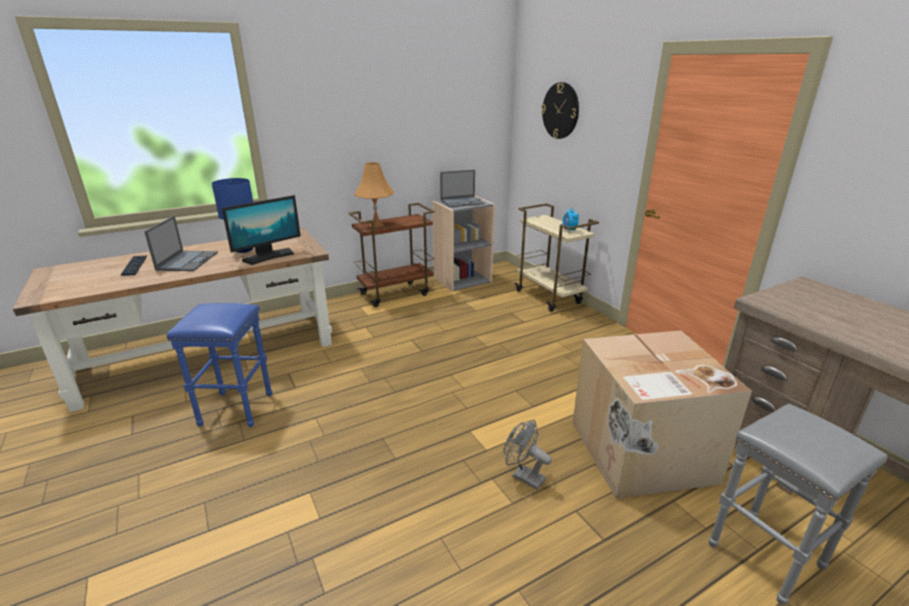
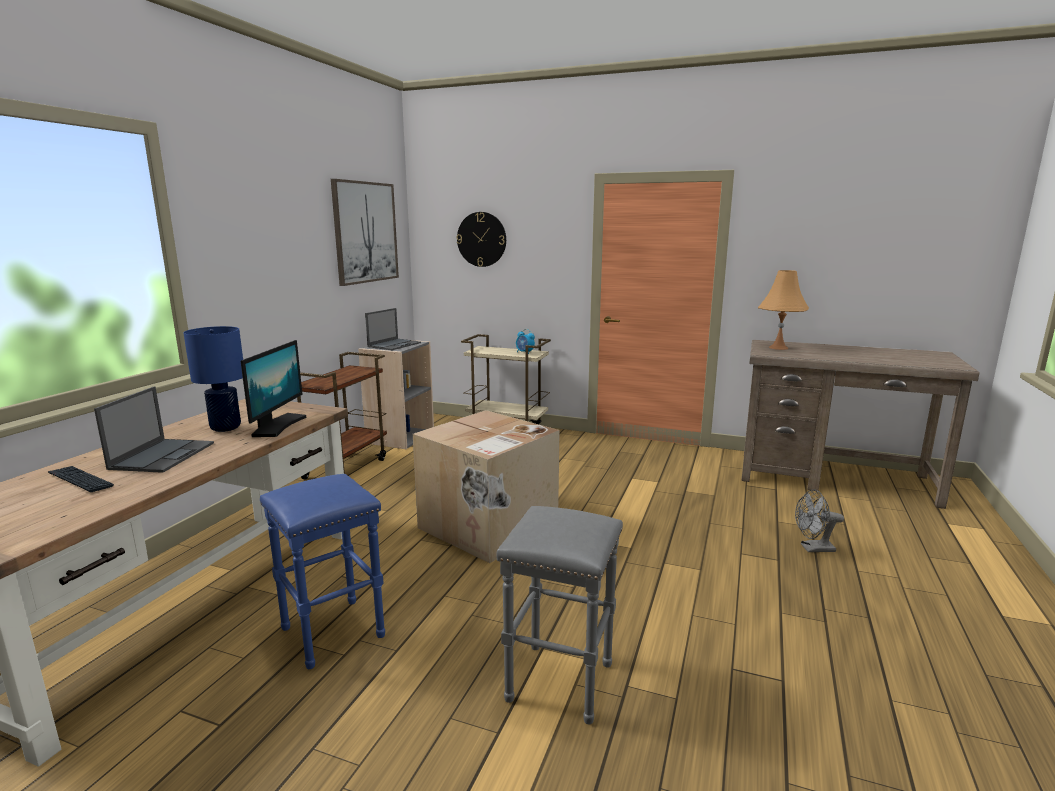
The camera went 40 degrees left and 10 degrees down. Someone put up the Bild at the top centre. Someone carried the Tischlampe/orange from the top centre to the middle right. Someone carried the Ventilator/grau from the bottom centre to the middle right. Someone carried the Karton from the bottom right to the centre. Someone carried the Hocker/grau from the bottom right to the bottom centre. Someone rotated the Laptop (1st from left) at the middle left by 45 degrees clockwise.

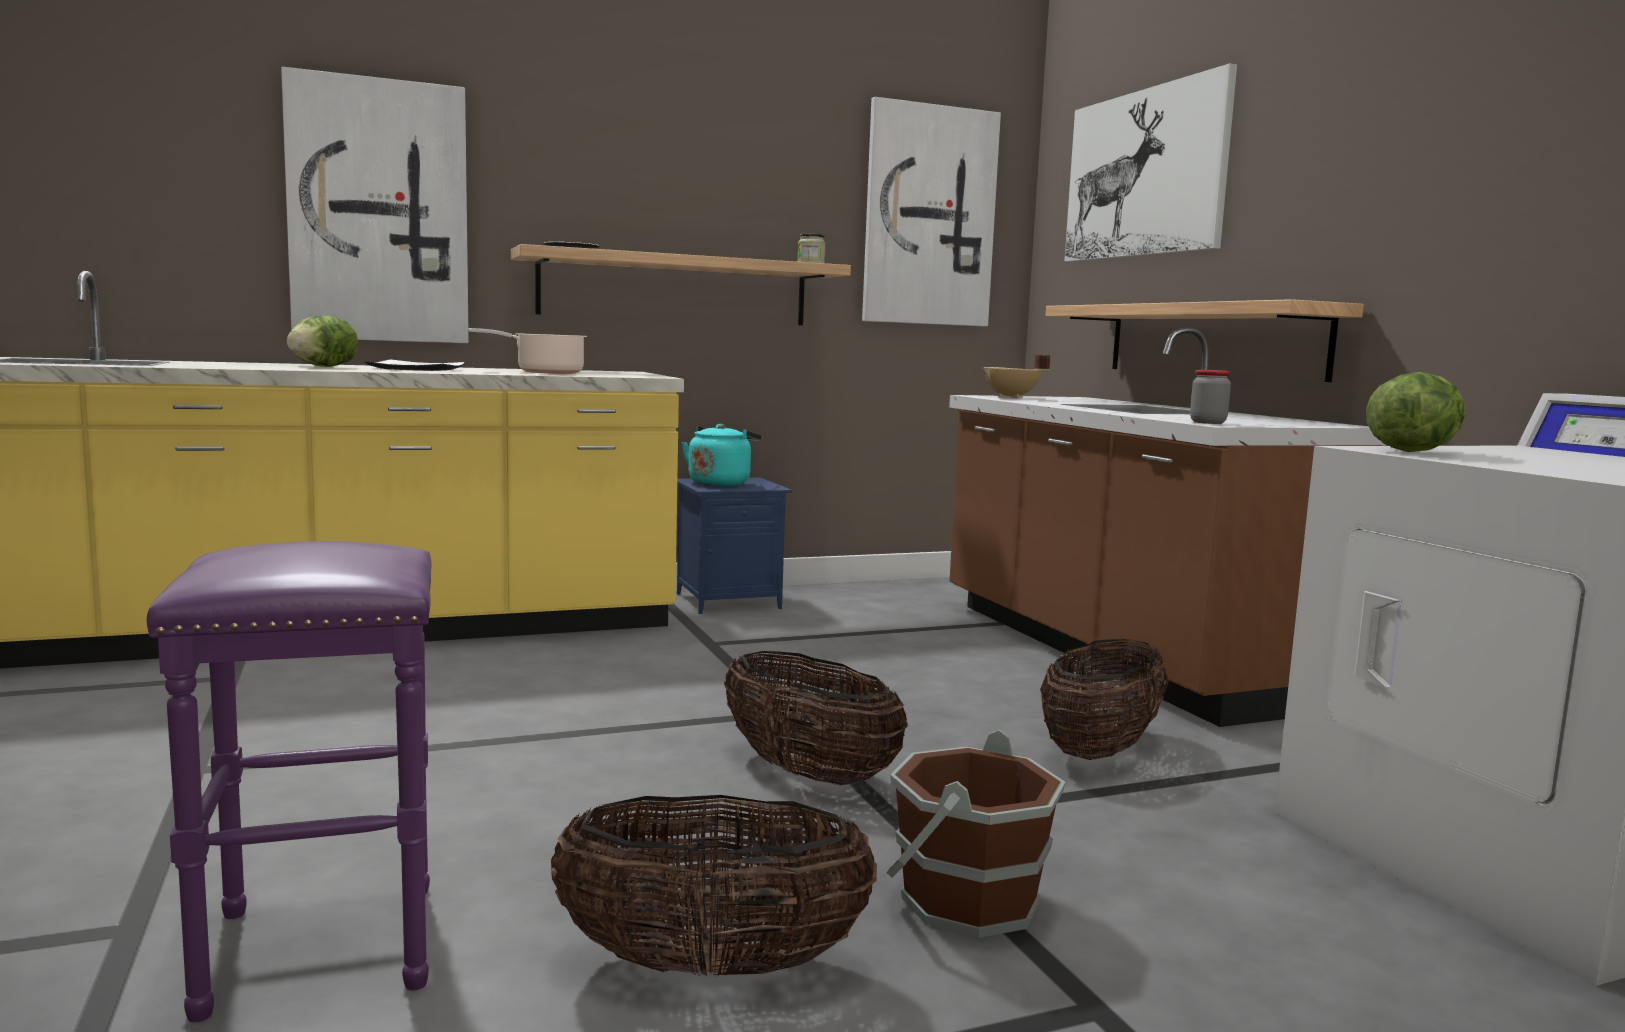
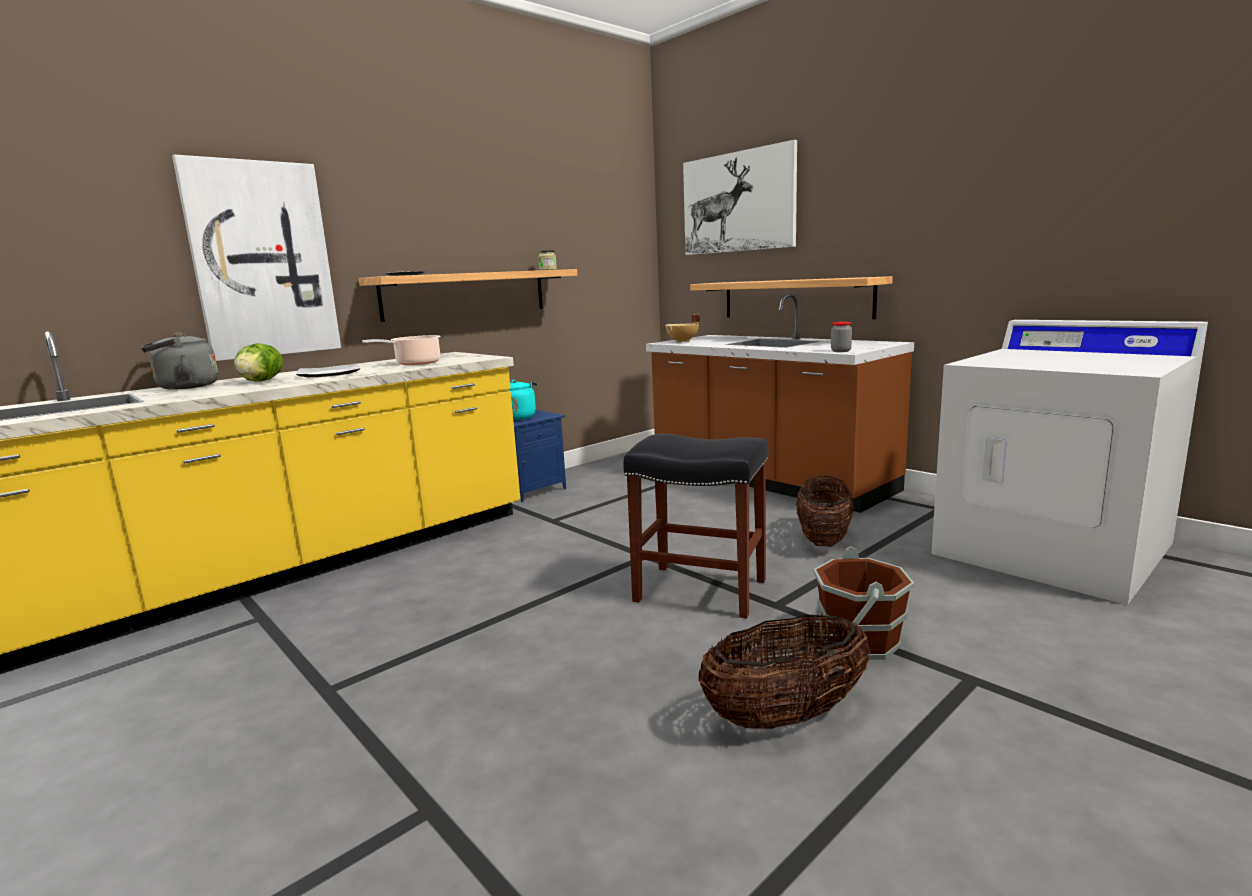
The camera went 20 degrees left and 5 degrees up. Someone took away the Hocker/lila at the bottom left. Someone took away the Bild (2nd from left) at the top centre. Someone took away the Salatkopf (2nd from left) at the middle right. Someone put down the Wasserkessel/grau at the middle left. Someone swapped the Korb (2nd from left) at the bottom centre for the Hocker/schwarz at the centre.

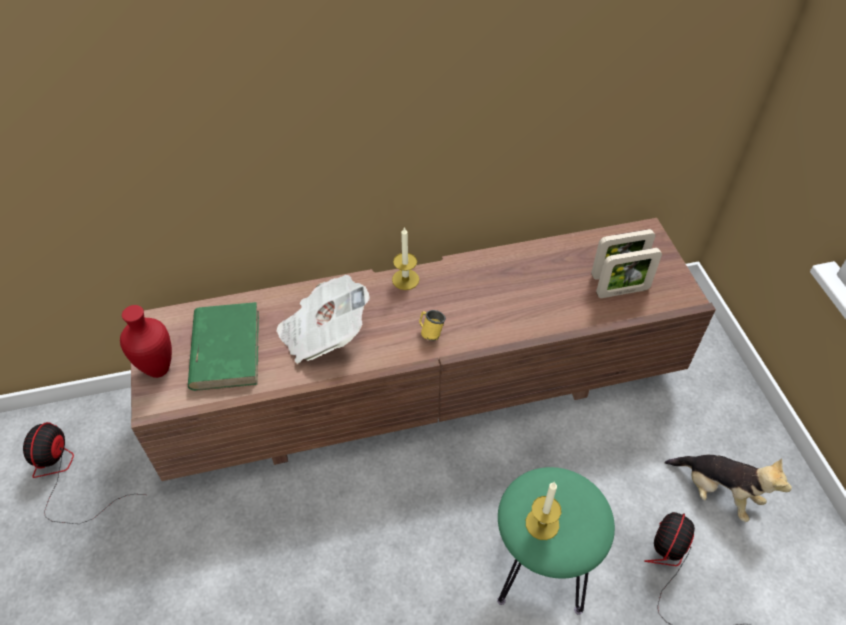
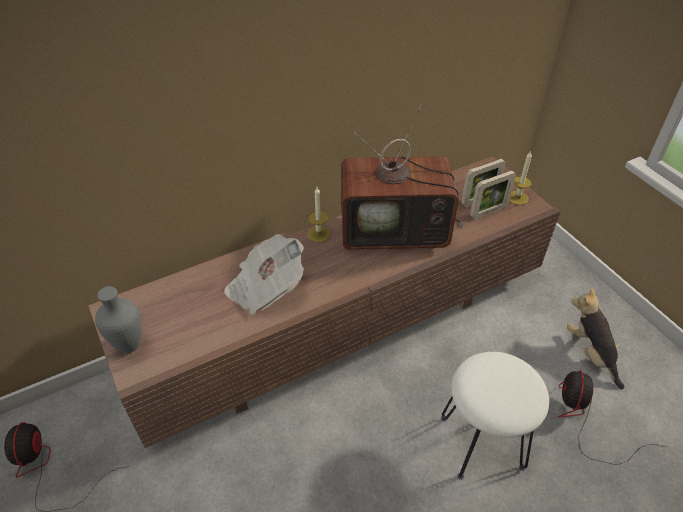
The camera went 15 degrees left and 5 degrees down. Someone took away the Buch/grün at the middle left. Someone took away the Henkelbecher/gelb at the centre. Someone put down the Fernseher at the centre. Someone carried the Kerze (2nd from left) from the bottom centre to the middle right. Someone repainted the Vase/rot at the middle left, which became the Vase/grau at the middle left. Someone repainted the Hocker/grün at the bottom centre, which became the Hocker/weiß at the bottom right. Someone rotated the Plüschtier at the bottom right by 135 degrees counterclockwise.

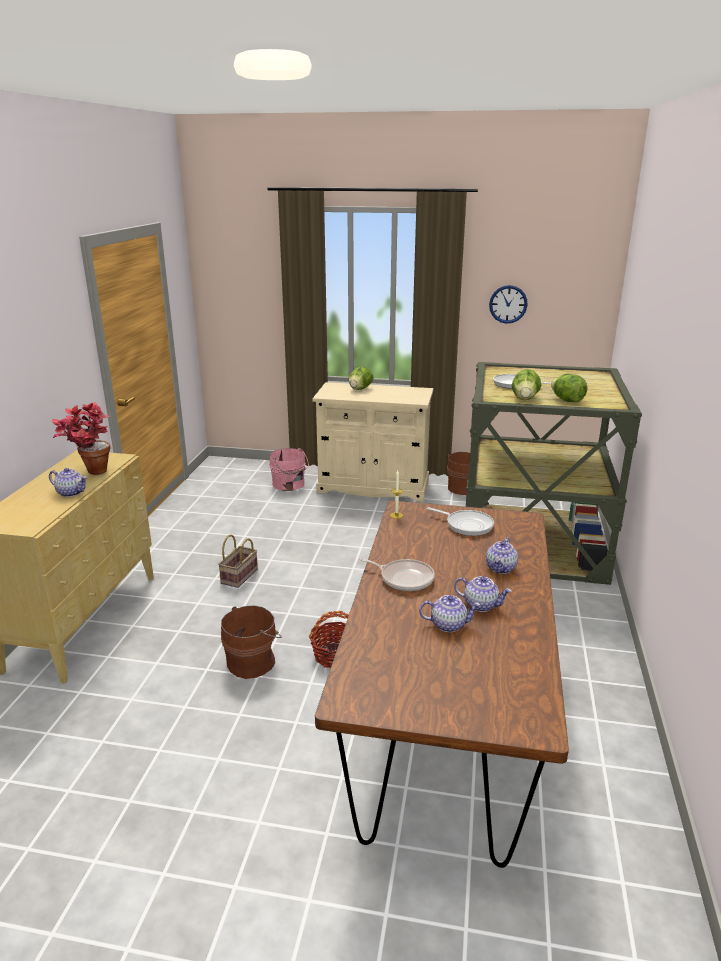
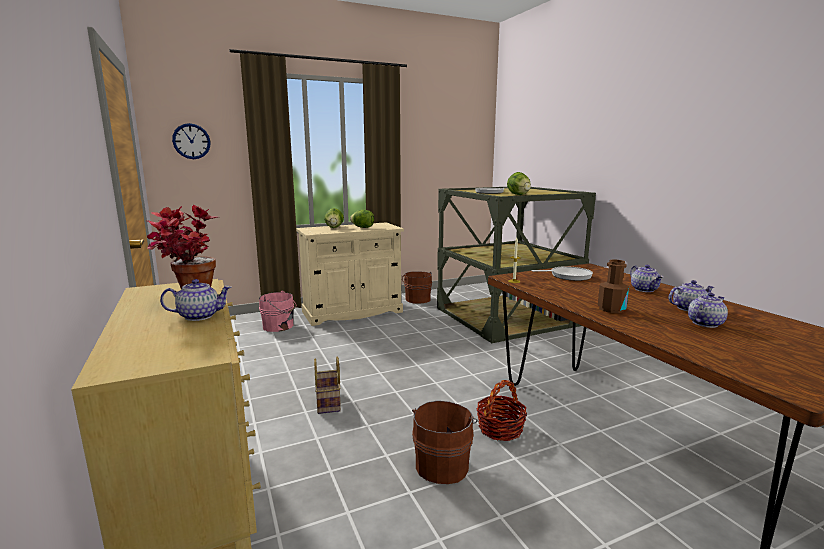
The camera went 35 degrees left and 10 degrees down. Someone carried the Wanduhr from the top right to the top left. Someone carried the Salatkopf (3rd from left in the first image) from the middle right to the centre. Someone swapped the Pfanne (1st from left) at the centre for the Flasche/braun at the middle right.

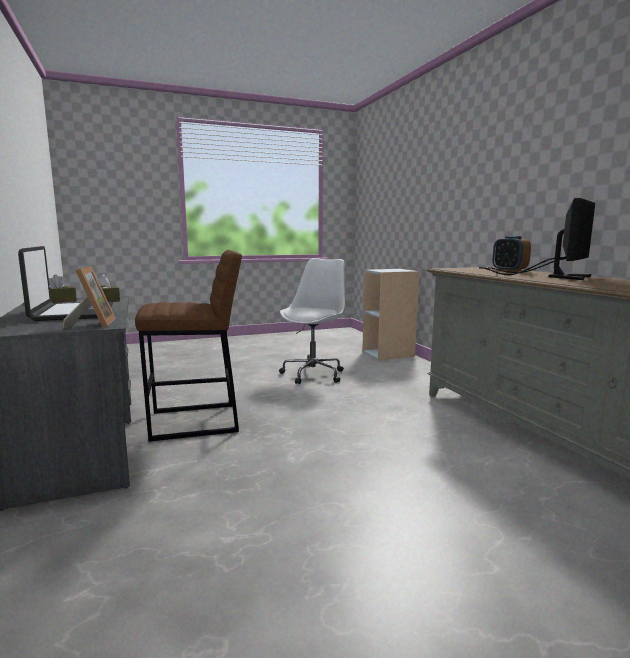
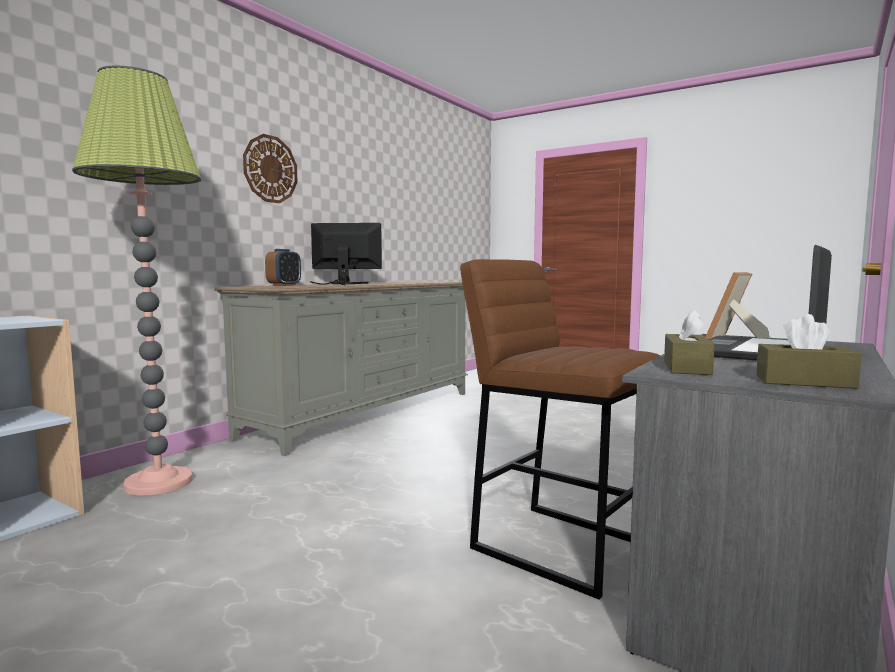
The camera went 125 degrees left and 5 degrees down. Someone took away the Bürostuhl/weiß at the centre. Someone put down the Stehlampe at the middle left. Someone put up the Wanduhr at the top left.

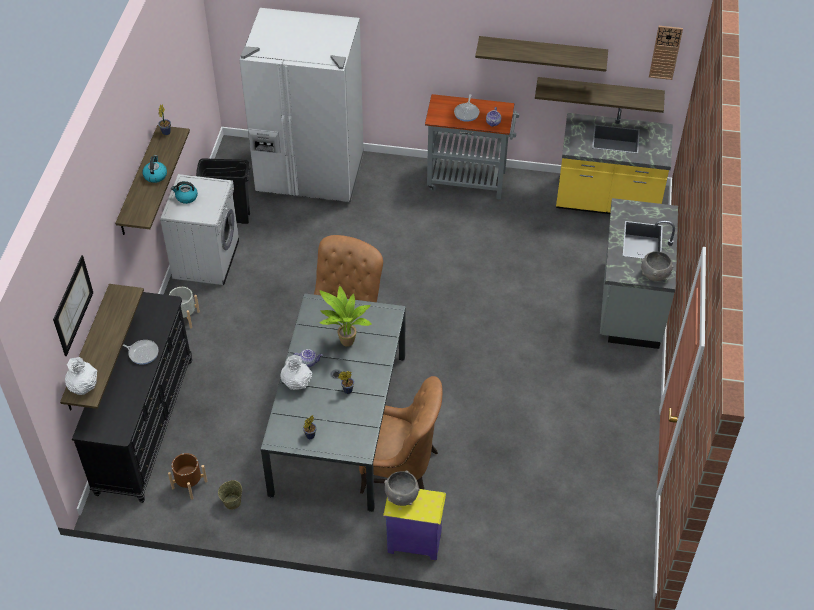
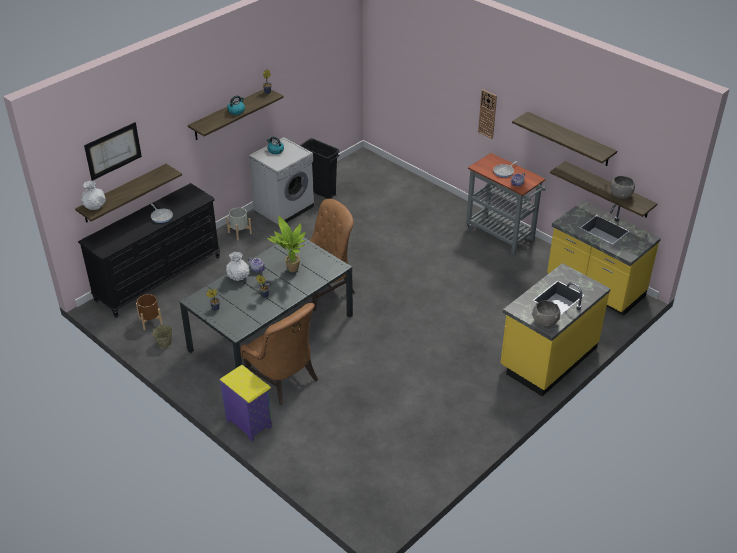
The camera went 35 degrees right and 10 degrees down. Someone took away the Kühlschrank/weiß at the top centre. Someone carried the Schüssel/grau (1st from left in the first image) from the bottom centre to the middle right. Someone carried the Wanduhr from the top right to the top centre. Someone repainted the Küchenzeile/grau at the middle right, which became the Küchenzeile/gelb (1st from left) at the middle right.

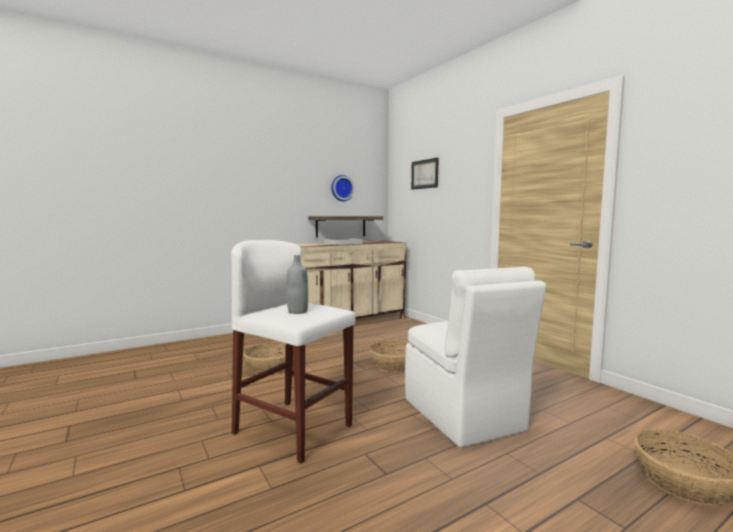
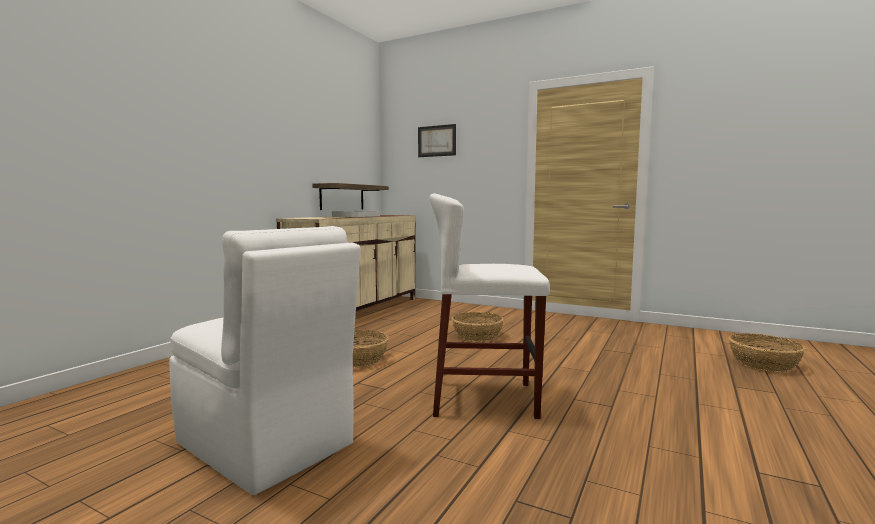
The camera went 30 degrees left and 0 degrees up. Someone took away the Flasche/grau at the centre. Someone took away the Wanduhr at the centre. Someone carried the Stuhl/weiß from the bottom centre to the bottom left.

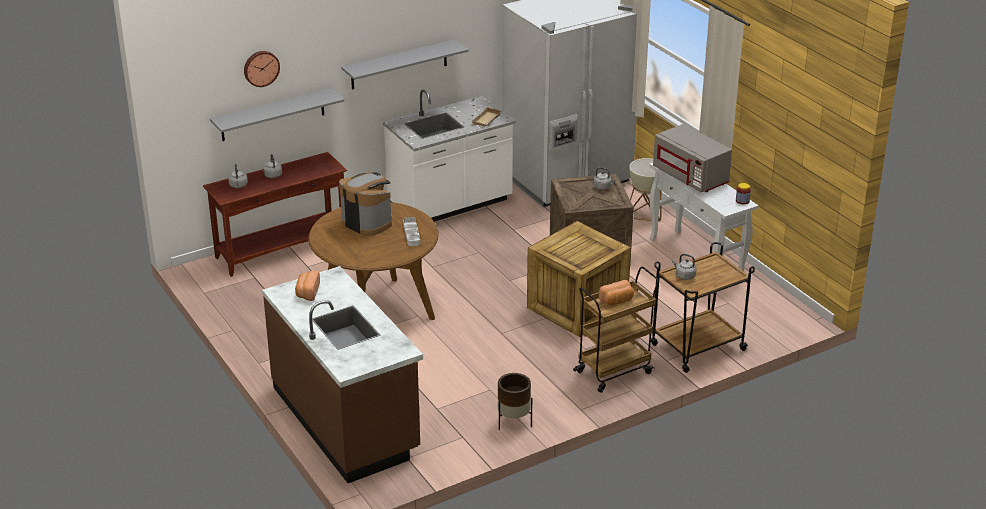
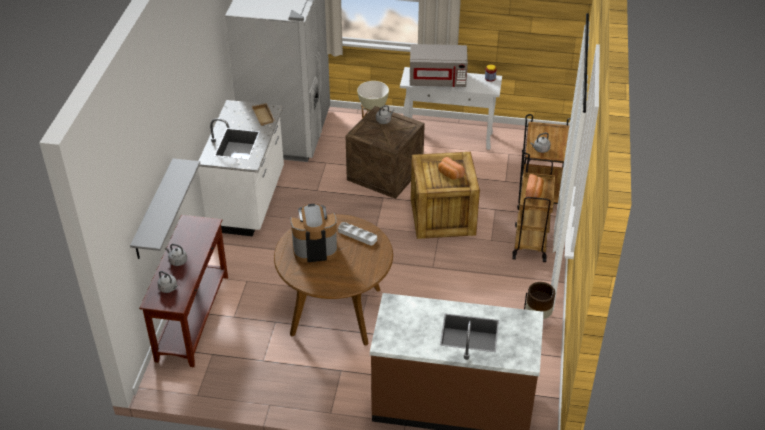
The camera went 50 degrees left and 10 degrees up. Someone took away the Wanduhr at the top left. Someone took away the Wandregal/grau (2nd from left) at the top centre. Someone carried the Brot (1st from left) from the middle left to the centre.

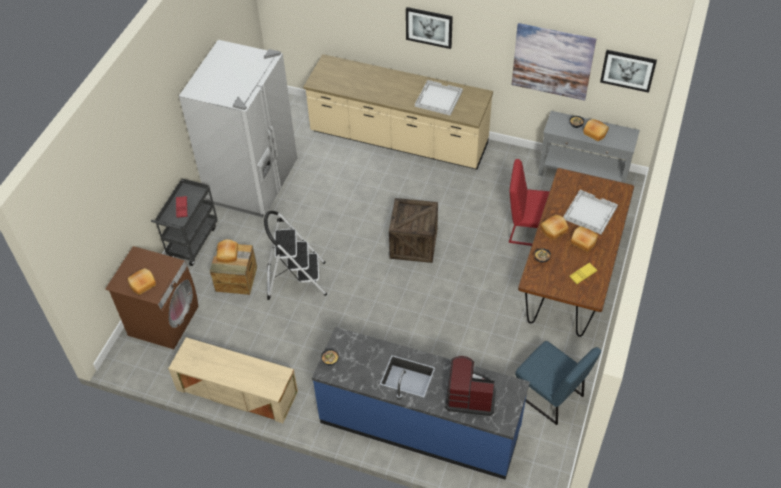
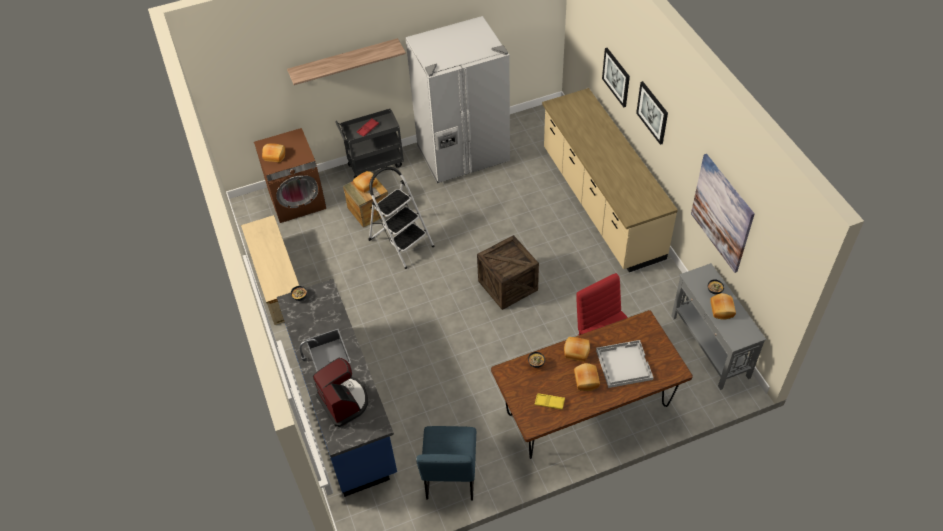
The camera went 50 degrees right and 0 degrees up. Someone took away the Tablett/weiß (1st from left) at the top centre. Someone put up the Wandregal at the top centre. Someone carried the Bild (3rd from left in the first image) from the top right to the top centre.

